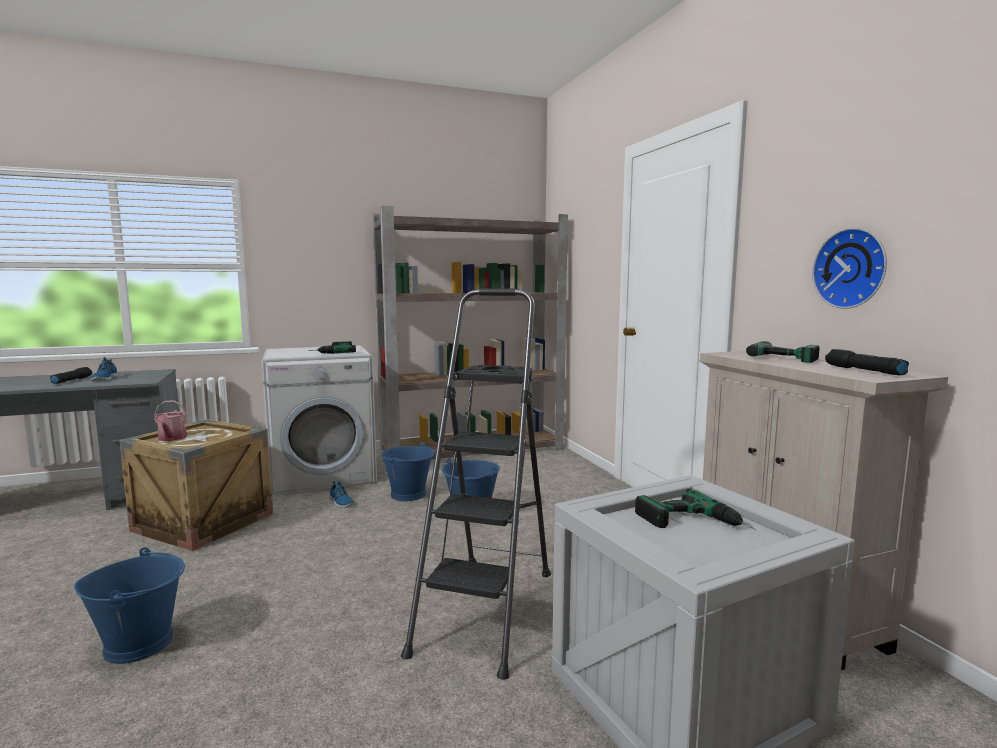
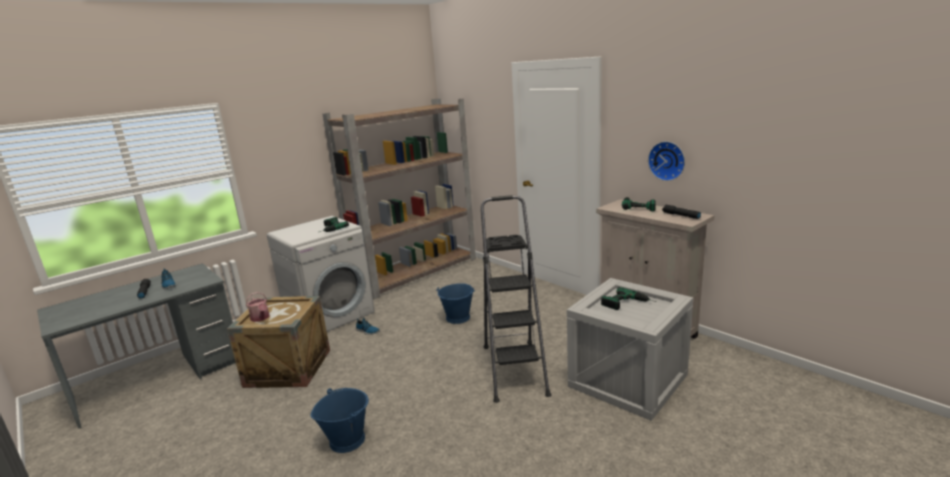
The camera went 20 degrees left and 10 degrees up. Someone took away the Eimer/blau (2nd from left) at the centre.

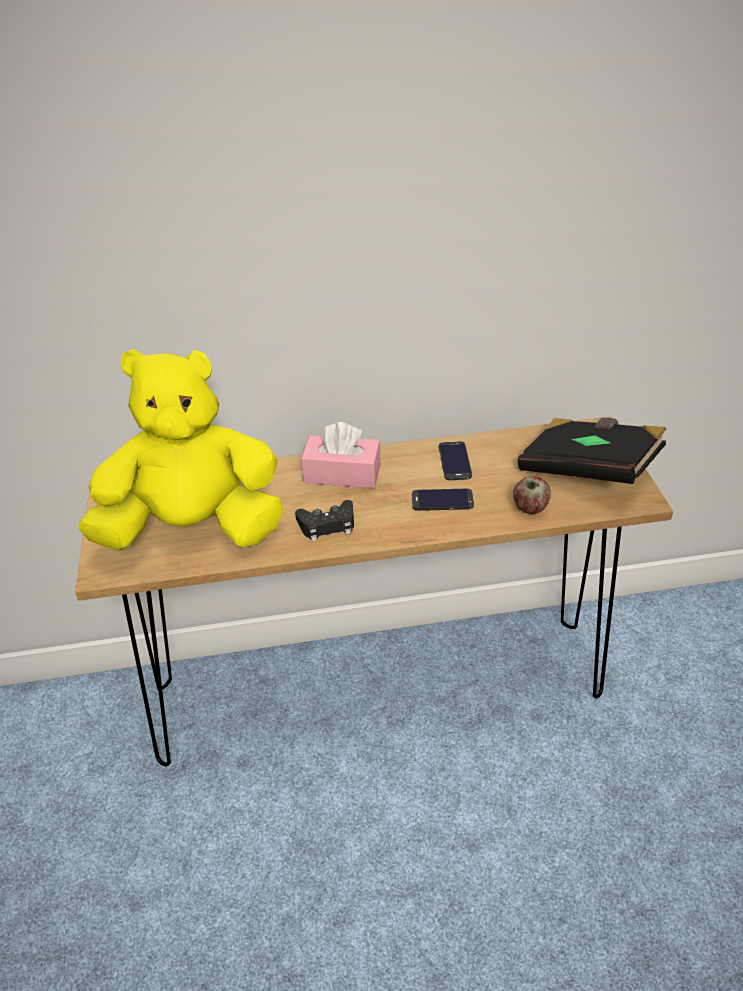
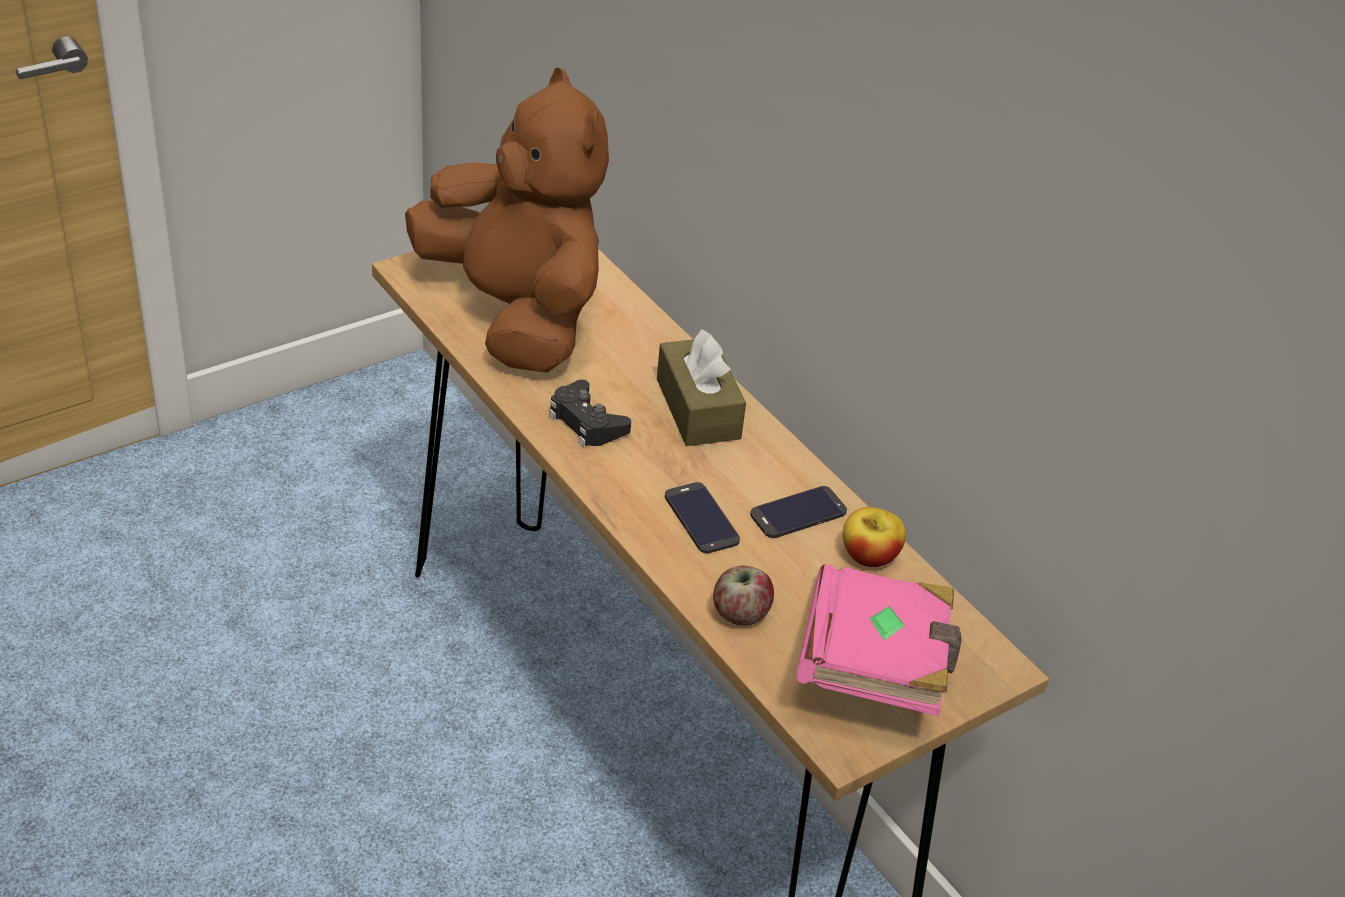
The camera went 60 degrees right and 0 degrees up. Someone put down the Apfel (2nd from left) at the centre. Someone repainted the Plüschtier/gelb at the middle left, which became the Plüschtier/braun at the top centre. Someone repainted the Taschentuchbox/rosa at the centre, which became the Taschentuchbox/braun at the centre. Someone repainted the Buch/schwarz at the middle right, which became the Buch/rosa at the bottom centre.

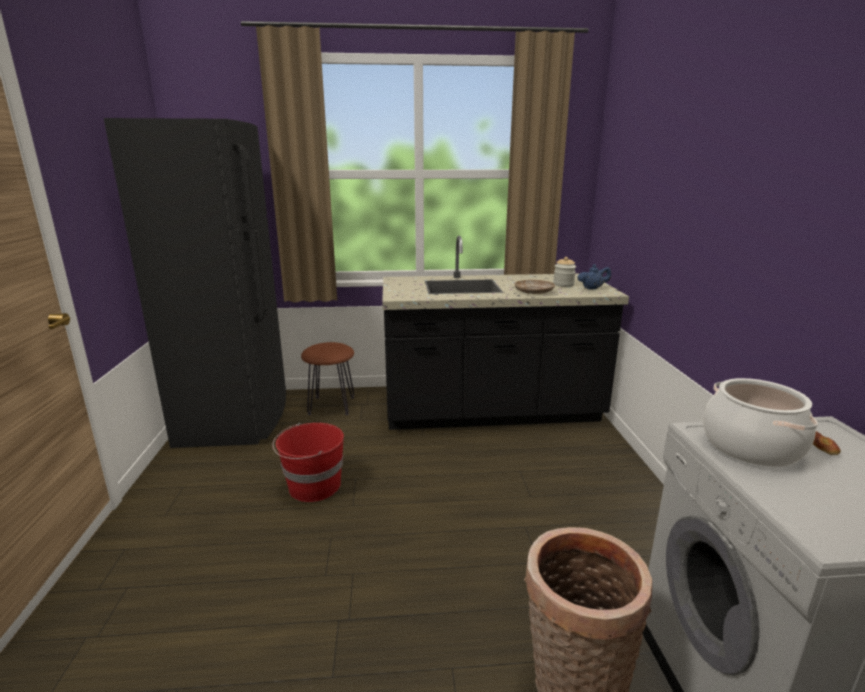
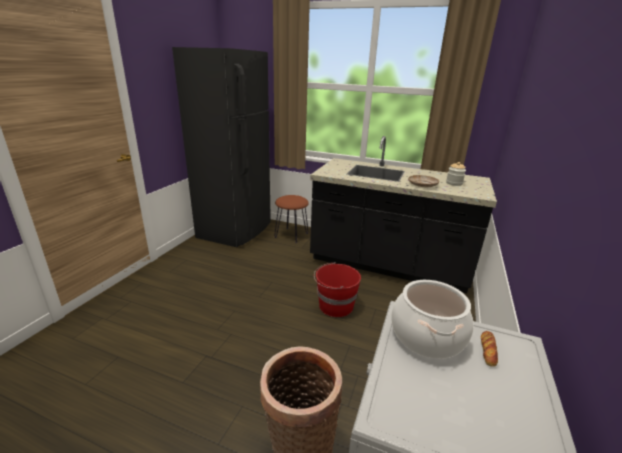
The camera went 25 degrees right and 5 degrees up. Someone took away the Teekanne/blau at the middle right. Someone carried the Eimer/rot from the bottom centre to the centre.

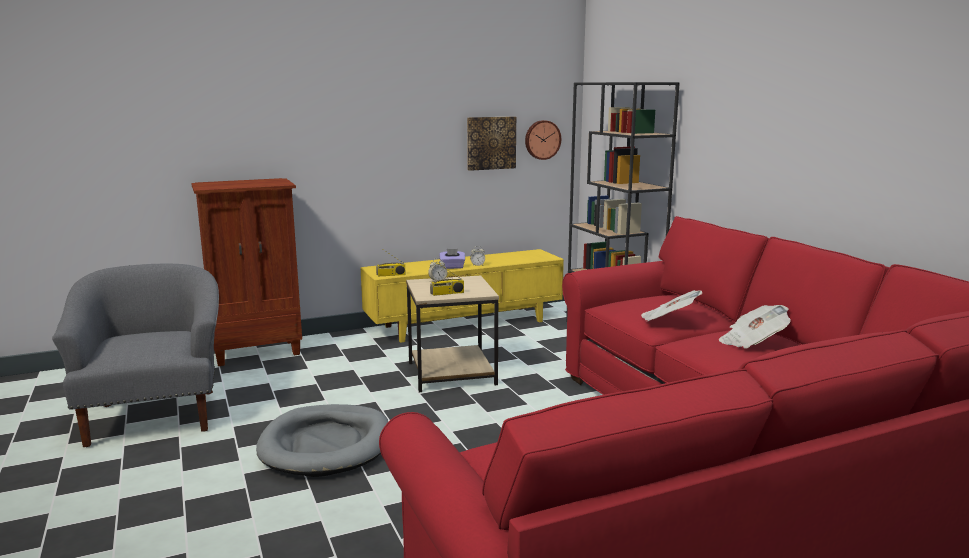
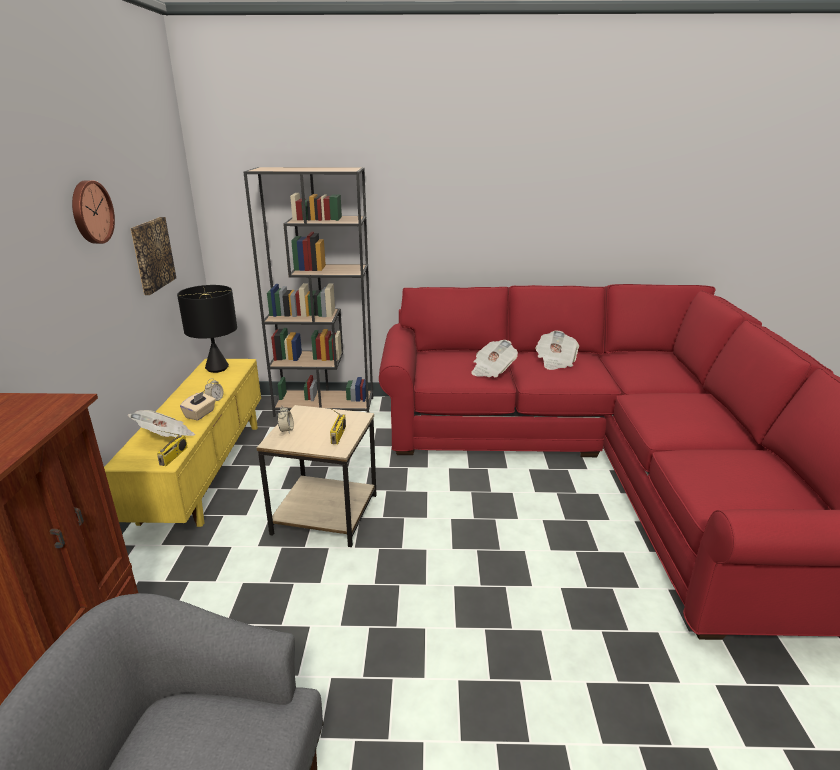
The camera went 65 degrees left and 10 degrees up. Someone took away the Hundebett/grau at the bottom left. Someone put down the Zeitung (1st from left) at the middle left. Someone put down the Tischlampe/schwarz at the middle left. Someone carried the Wanduhr from the top centre to the top left. Someone repainted the Taschentuchbox/lila at the centre, which became the Taschentuchbox/beige at the middle left.

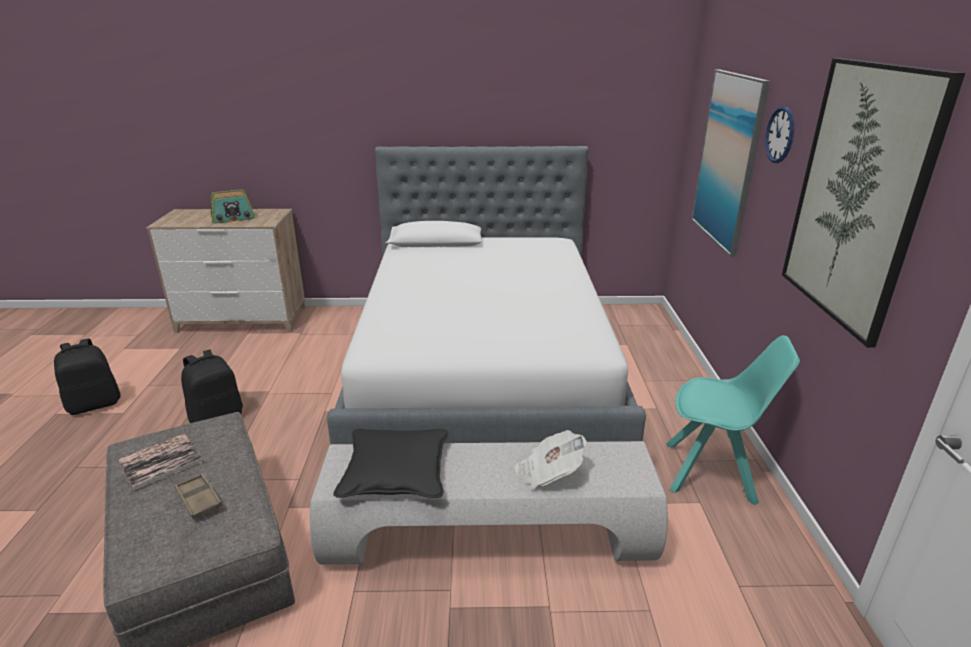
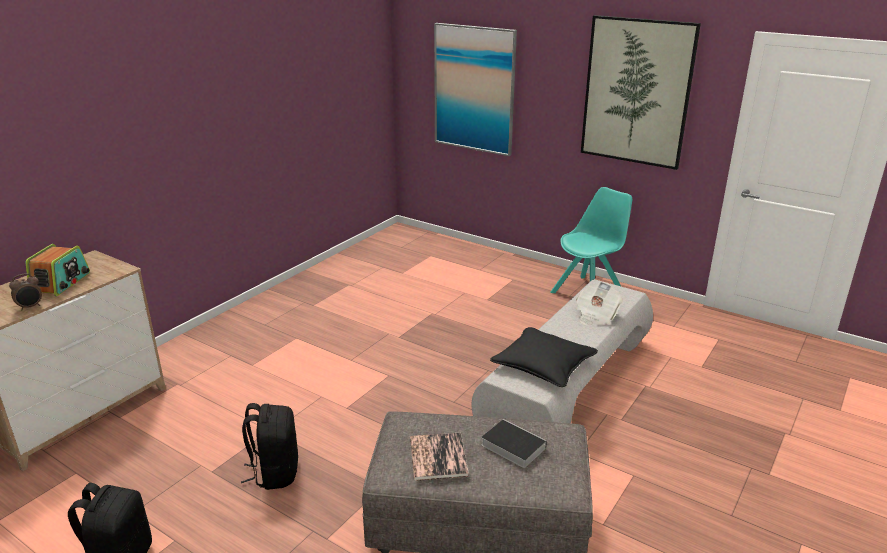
The camera went 55 degrees left and 0 degrees up. Someone took away the Bett at the centre. Someone took away the Wanduhr at the top right. Someone put down the Wecker at the middle left. Someone swapped the Tablett/braun at the bottom left for the Buch (2nd from left) at the bottom centre.

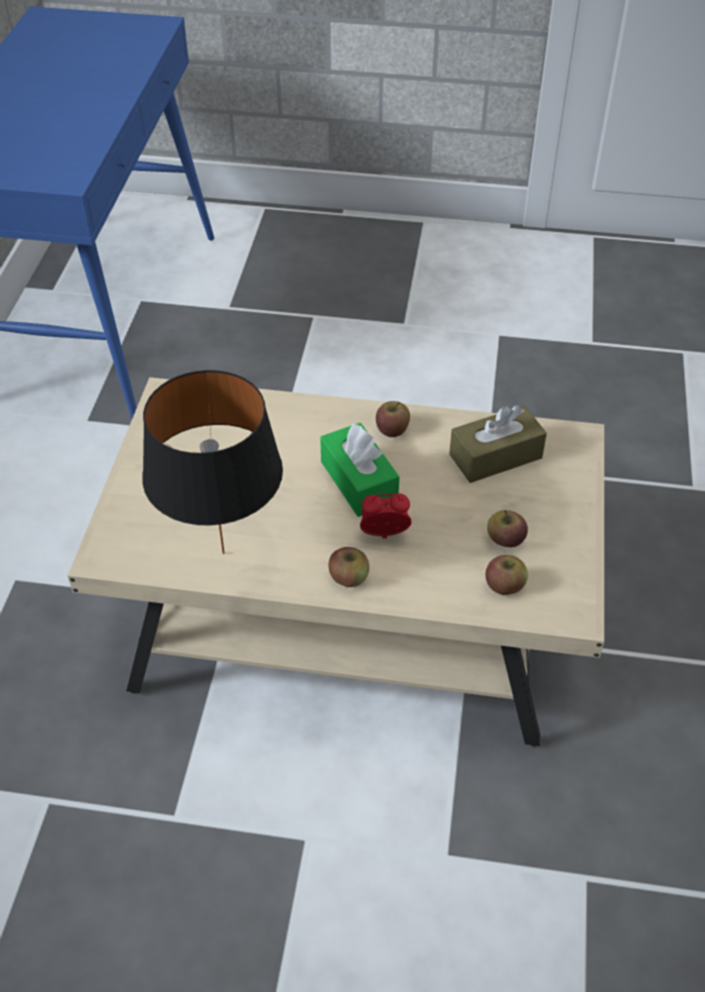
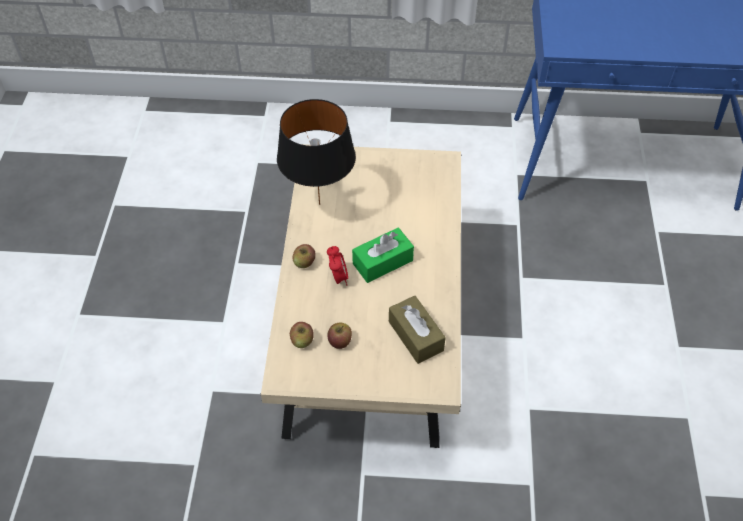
The camera went 85 degrees right and 5 degrees up. Someone took away the Apfel (2nd from left) at the centre.

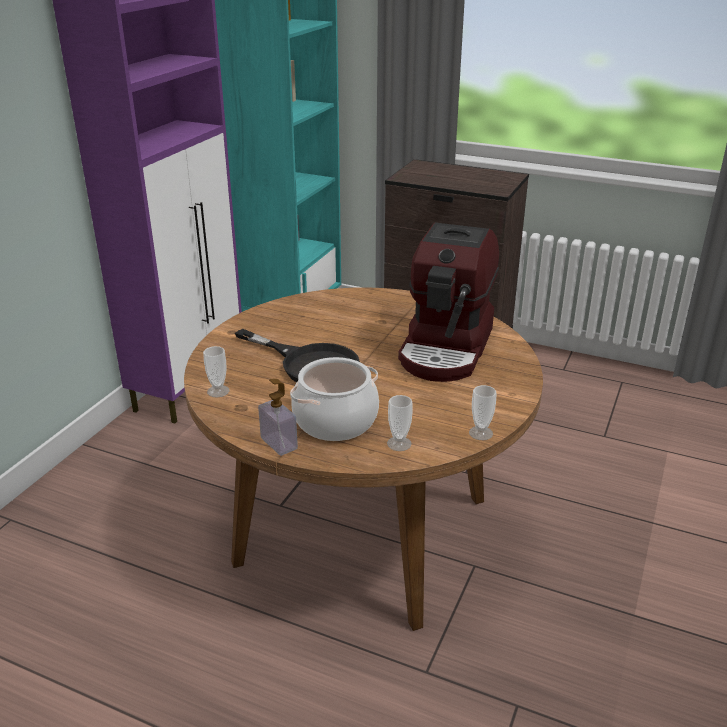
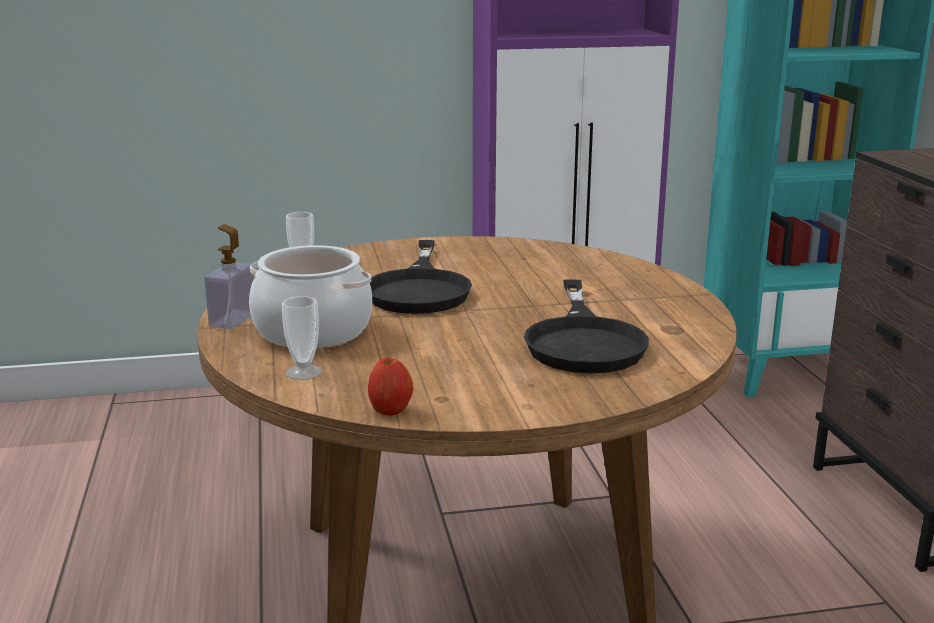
The camera went 55 degrees right and 10 degrees down. Someone swapped the Kaffeemaschine at the centre for the Pfanne/schwarz (2nd from left) at the centre. Someone swapped the Tasse (3rd from left) at the centre for the Apfel at the centre.

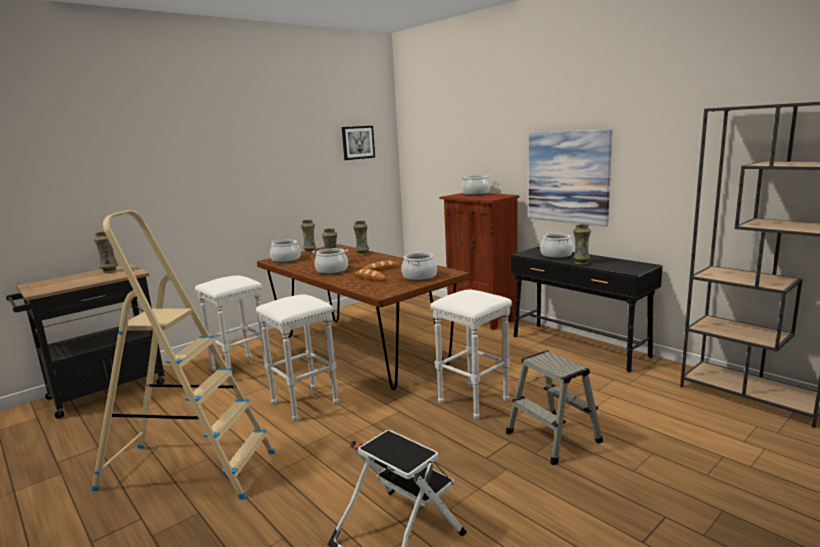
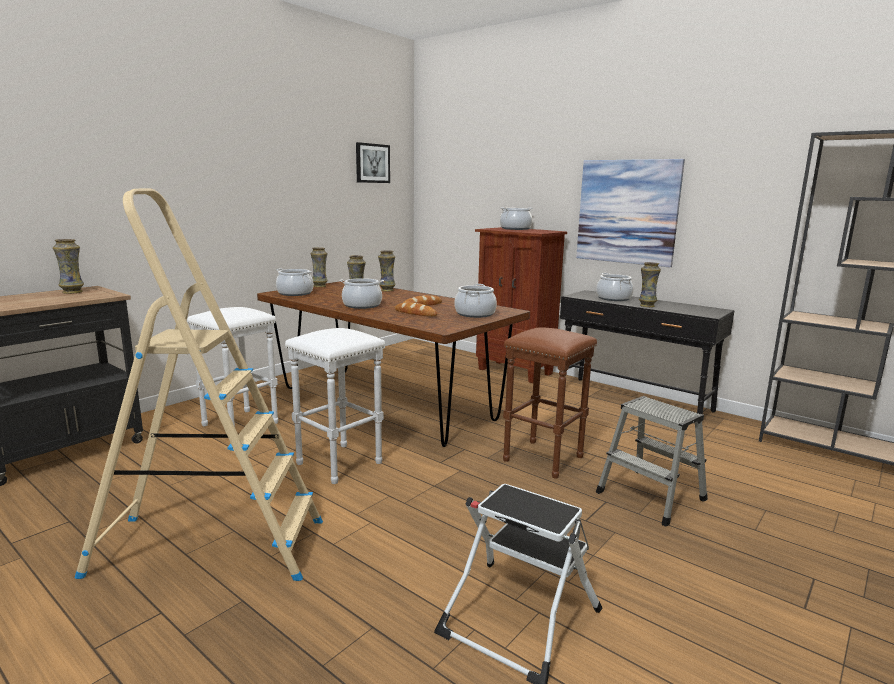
The camera went 10 degrees left and 0 degrees up. Someone repainted the Hocker/weiß (3rd from left) at the centre, which became the Hocker/braun at the centre.

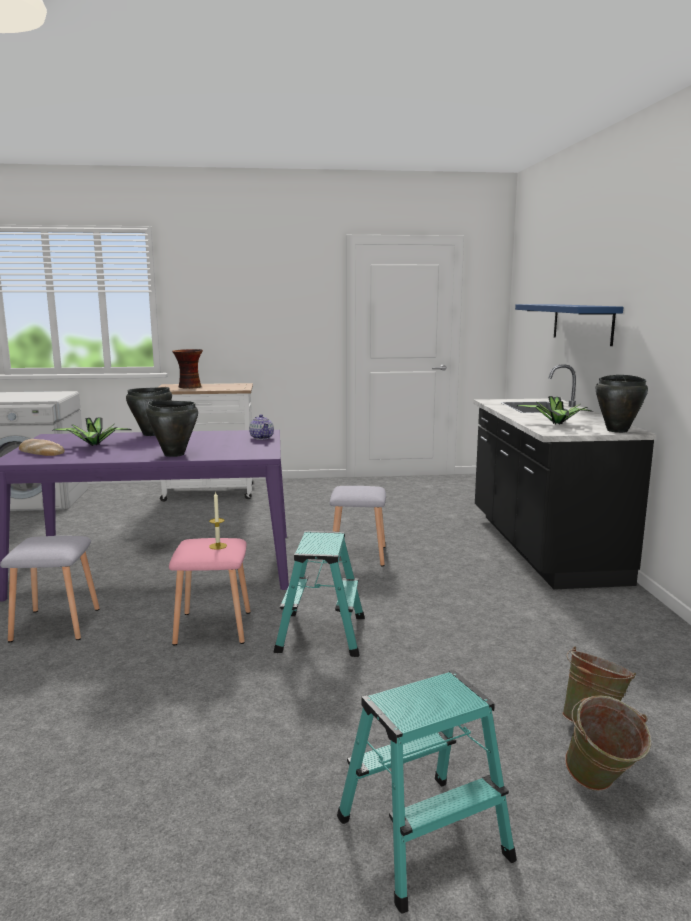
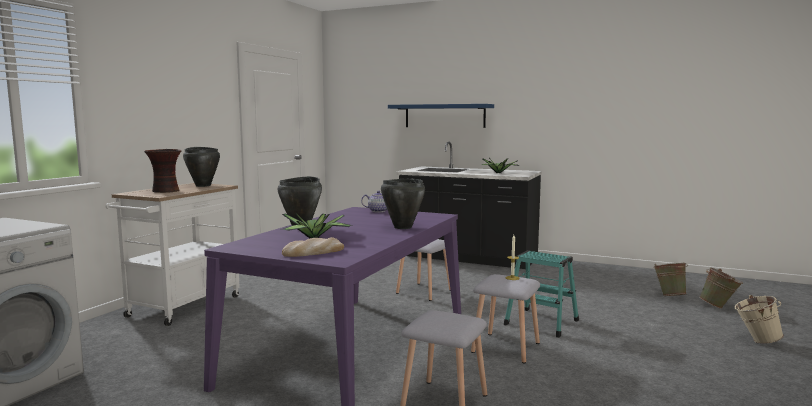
The camera went 60 degrees left and 5 degrees down. Someone carried the Kochtopf/schwarz (3rd from left in the first image) from the middle right to the middle left. Someone swapped the Trittleiter/türkis (2nd from left) at the bottom centre for the Eimer/beige at the bottom right. Someone repainted the Hocker/rosa at the middle left, which became the Hocker/grau (3rd from left) at the bottom centre.

